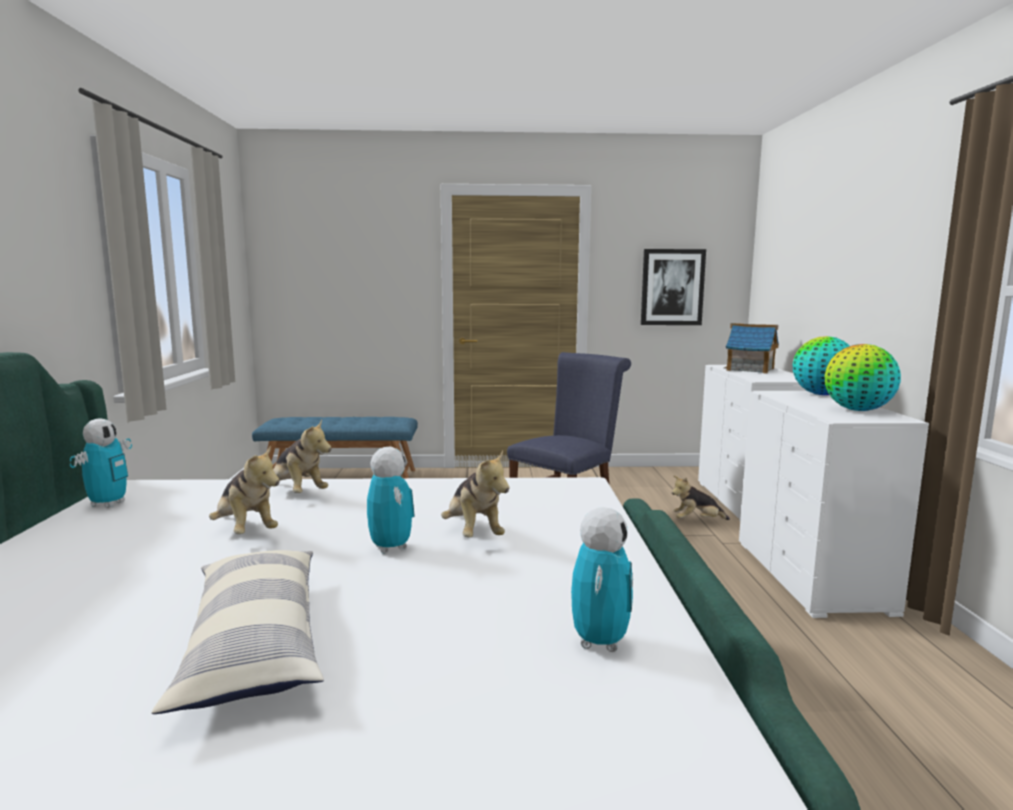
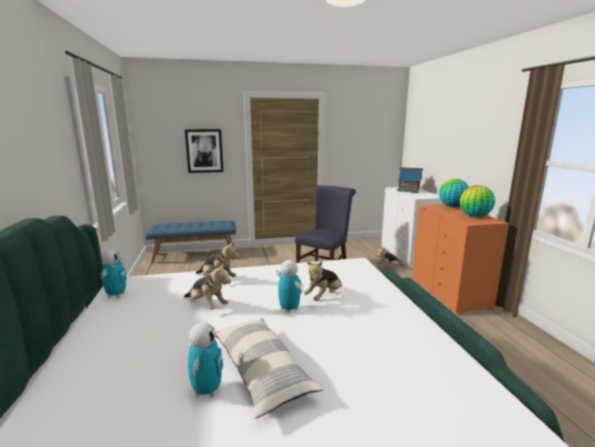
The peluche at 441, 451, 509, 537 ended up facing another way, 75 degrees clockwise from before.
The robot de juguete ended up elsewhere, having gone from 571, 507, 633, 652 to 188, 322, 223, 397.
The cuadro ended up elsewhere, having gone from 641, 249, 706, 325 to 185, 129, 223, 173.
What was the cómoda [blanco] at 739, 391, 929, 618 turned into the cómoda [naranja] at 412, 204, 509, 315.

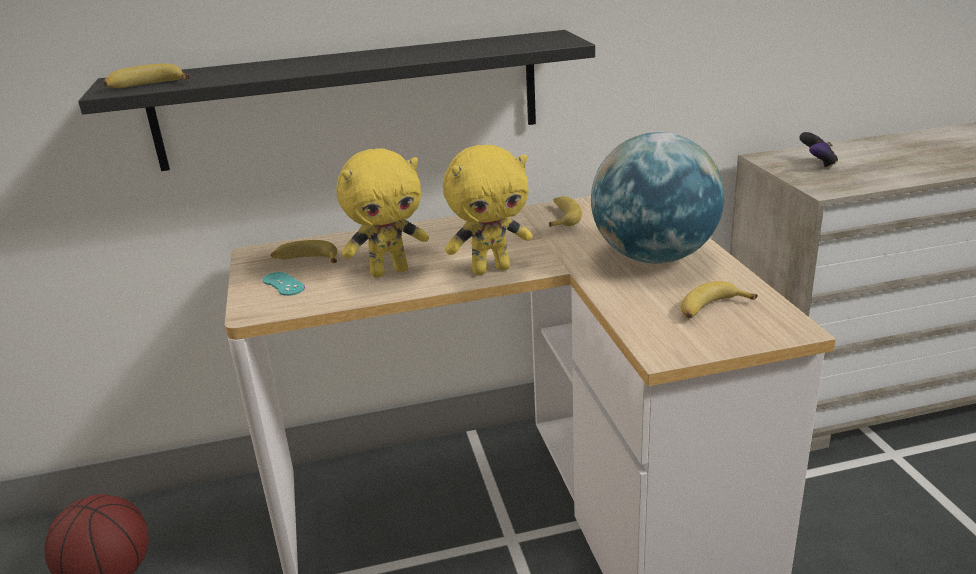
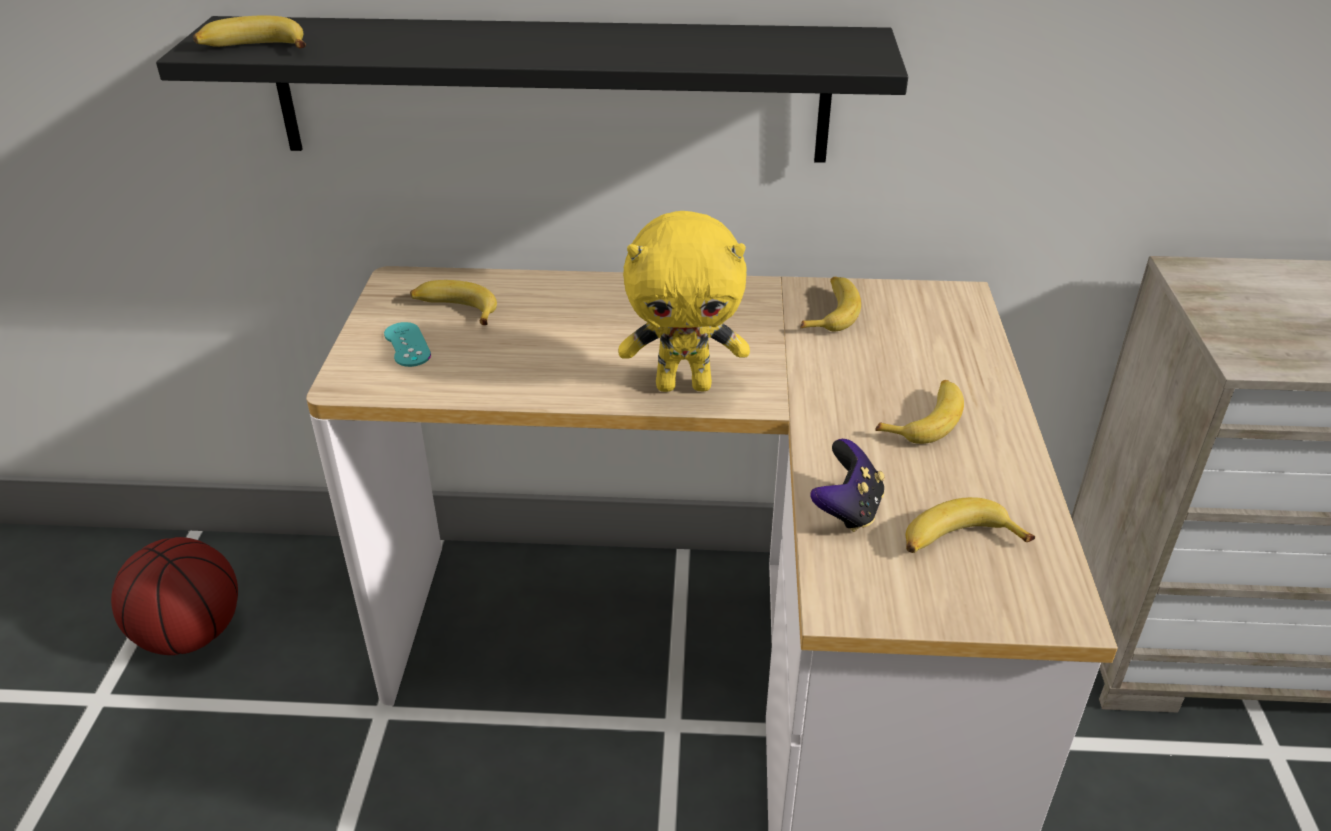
The second view lost the peluche [amarillo] at 336, 148, 429, 278.
Where the globo terráqueo stood at 591, 132, 724, 264, the plátano came to stand at 875, 380, 964, 444.
The mando de consola ended up elsewhere, having gone from 799, 132, 838, 169 to 810, 439, 885, 532.

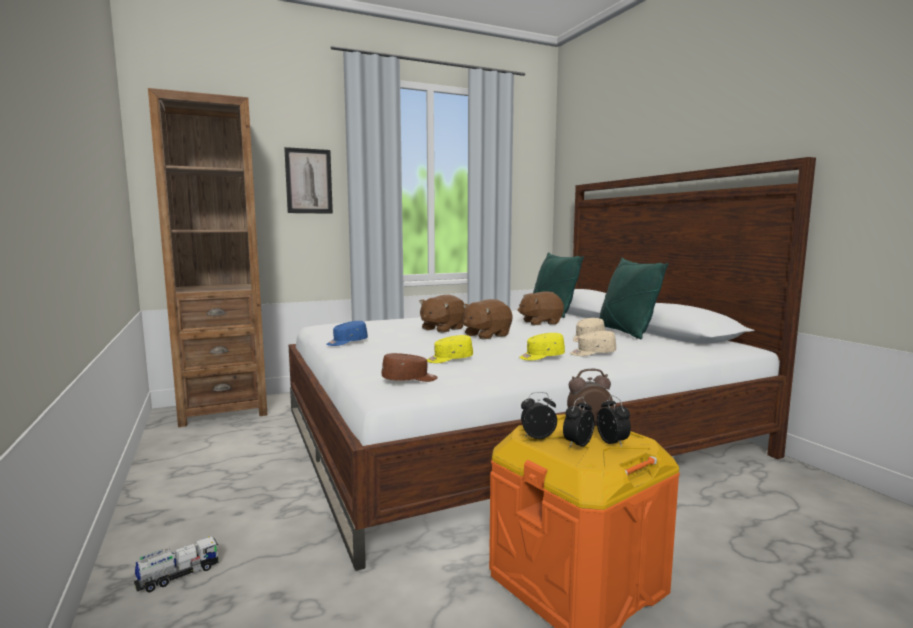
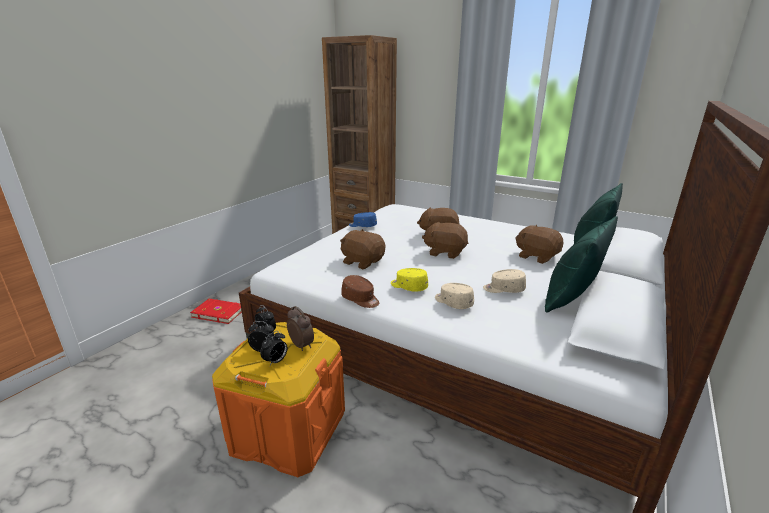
Where the camión de juguete stood at 134, 536, 218, 593, the libro [rojo] came to stand at 190, 299, 242, 324.
The second view lost the cuadro at 284, 147, 333, 214.
The gorra [marrón] ended up elsewhere, having gone from 381, 353, 437, 382 to 341, 275, 379, 308.
Where the gorra [amarillo] stood at 427, 335, 473, 363, the peluche [marrón] came to stand at 340, 229, 385, 269.

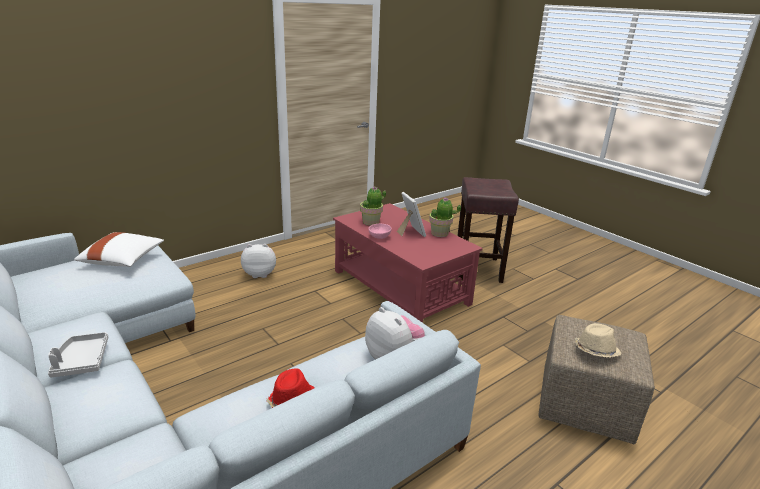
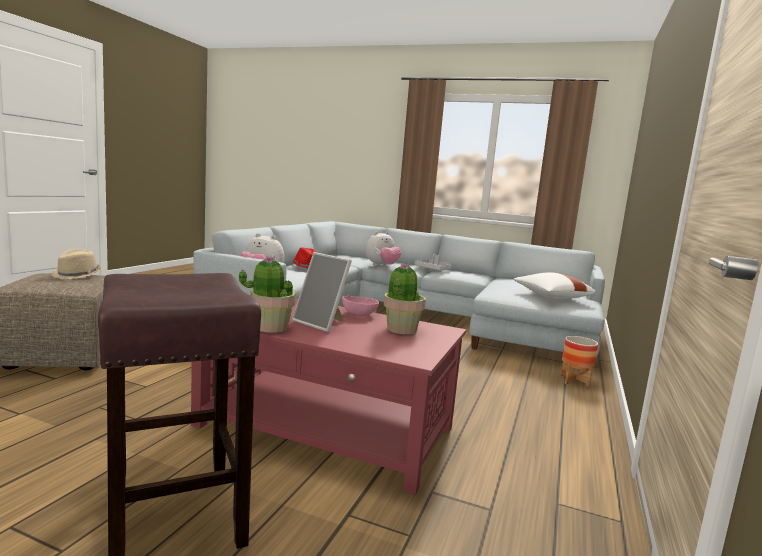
The peluche ended up elsewhere, having gone from 241, 244, 276, 278 to 366, 232, 401, 266.
The second view gained the maceta at 561, 336, 598, 387.

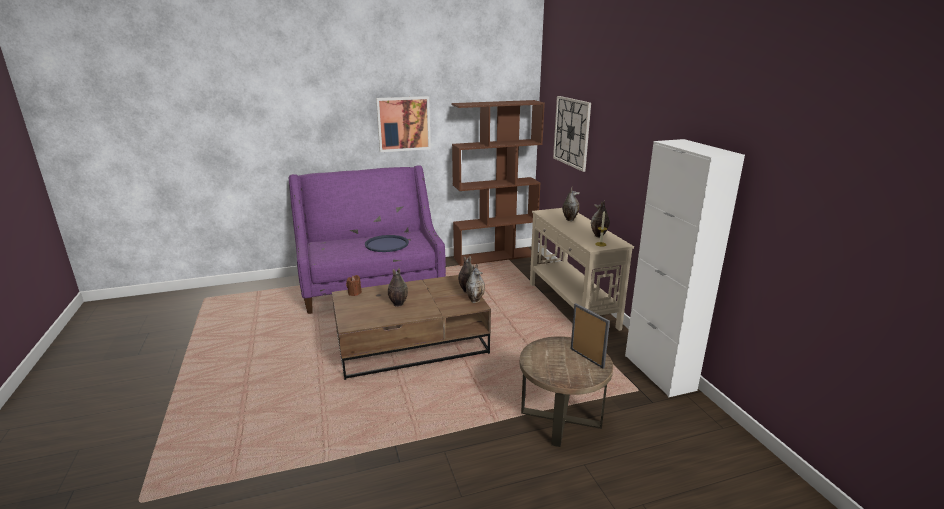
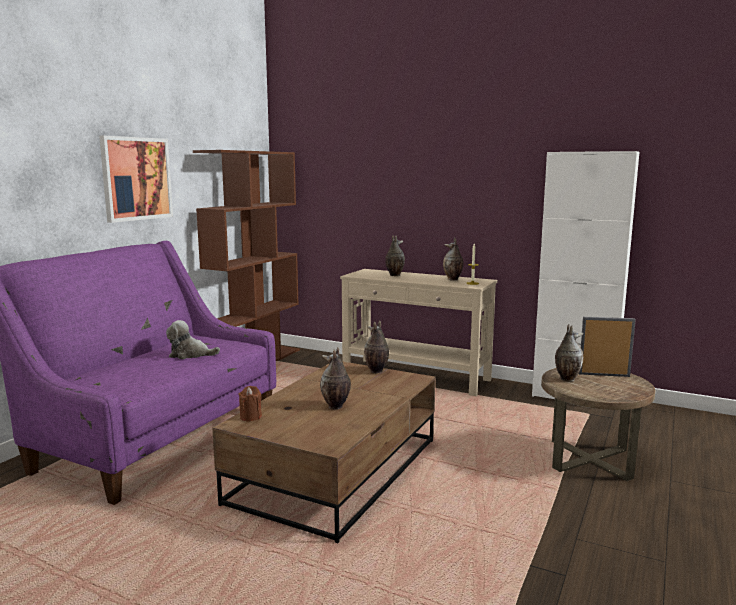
Where the bandeja [azul] stood at 365, 235, 409, 252, the peluche came to stand at 166, 320, 220, 359.
The florero ended up elsewhere, having gone from 466, 264, 485, 303 to 555, 324, 584, 382.
The second view lost the reloj de pared at 553, 96, 591, 172.

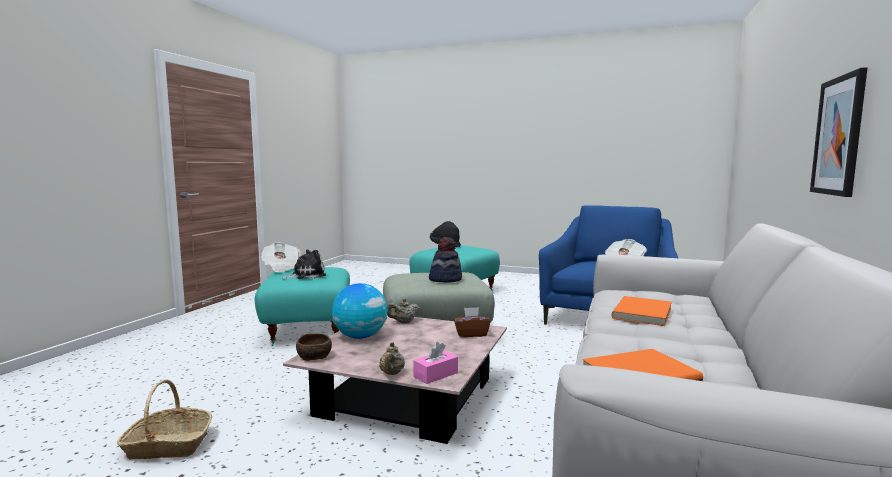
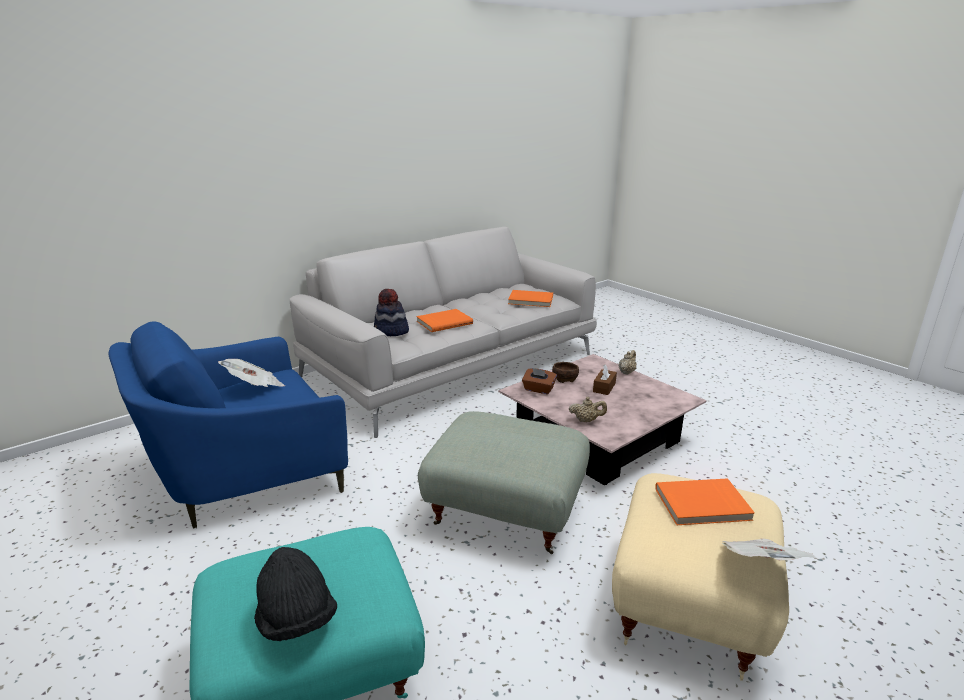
The second view lost the cesta at 117, 379, 212, 459.
What was the puf [turquesa] at 255, 267, 350, 346 turned into the puf [beis] at 612, 473, 789, 681.
Where the peluche stood at 281, 249, 326, 279, the libro [naranja] came to stand at 655, 478, 755, 525.
The cuenco [marrón] ended up elsewhere, having gone from 296, 333, 332, 361 to 552, 362, 579, 383.
The second view lost the globo terráqueo at 332, 283, 387, 339.
The second view lost the caja de pañuelos [rosa] at 413, 342, 458, 384.
The sombrero ended up elsewhere, having gone from 429, 237, 462, 283 to 374, 289, 409, 336.
The second view lost the cuadro at 810, 67, 867, 197.
The second view gained the caja de pañuelos [marrón] at 593, 364, 617, 395.

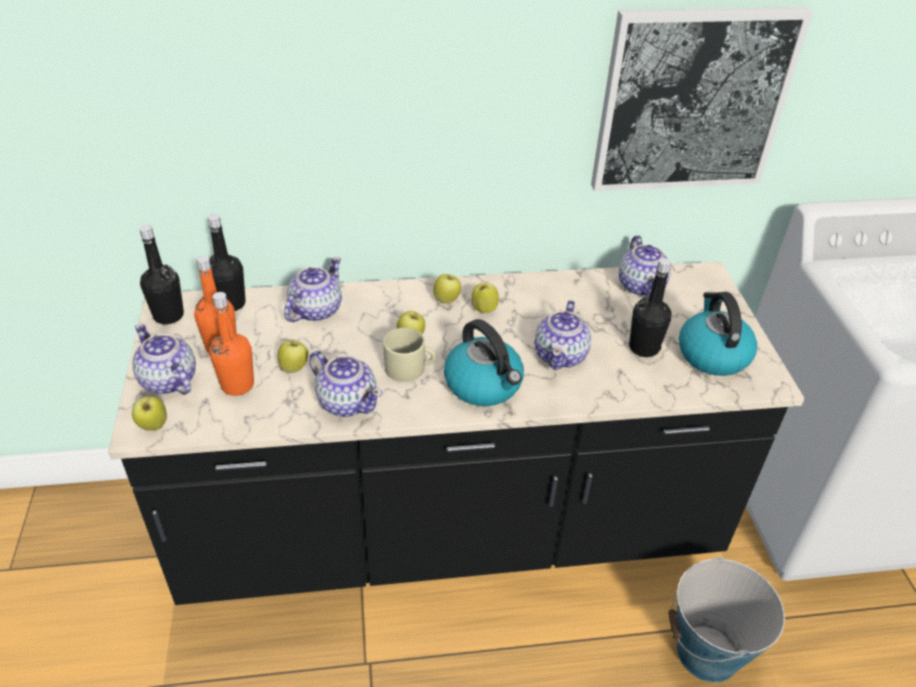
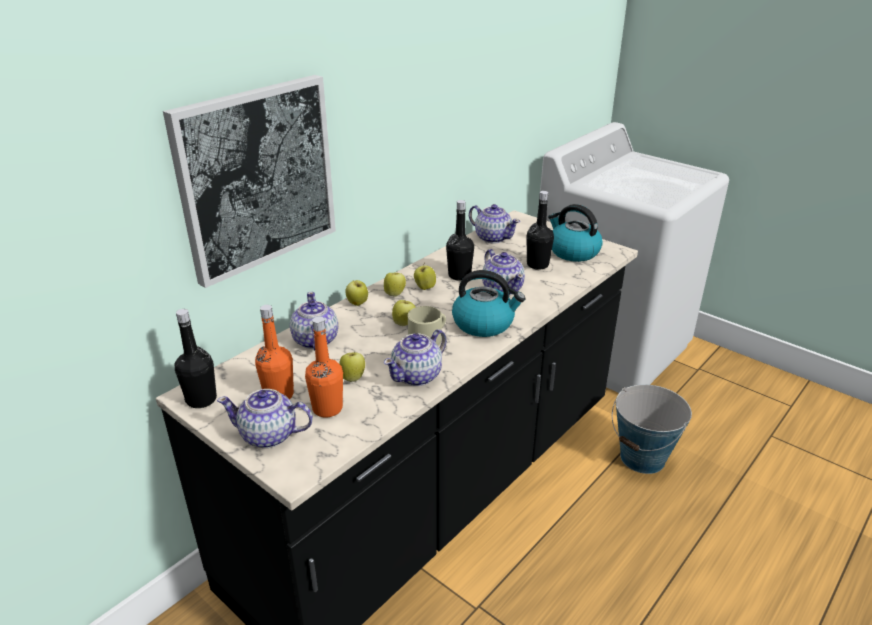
The manzana ended up elsewhere, having gone from 132, 396, 167, 431 to 345, 280, 368, 306.
The botella [negro] ended up elsewhere, having gone from 208, 214, 246, 311 to 446, 200, 474, 281.
The tetera at 309, 351, 382, 417 ended up facing another way, 135 degrees clockwise from before.
The cuadro ended up elsewhere, having gone from 591, 7, 813, 191 to 163, 75, 336, 288.

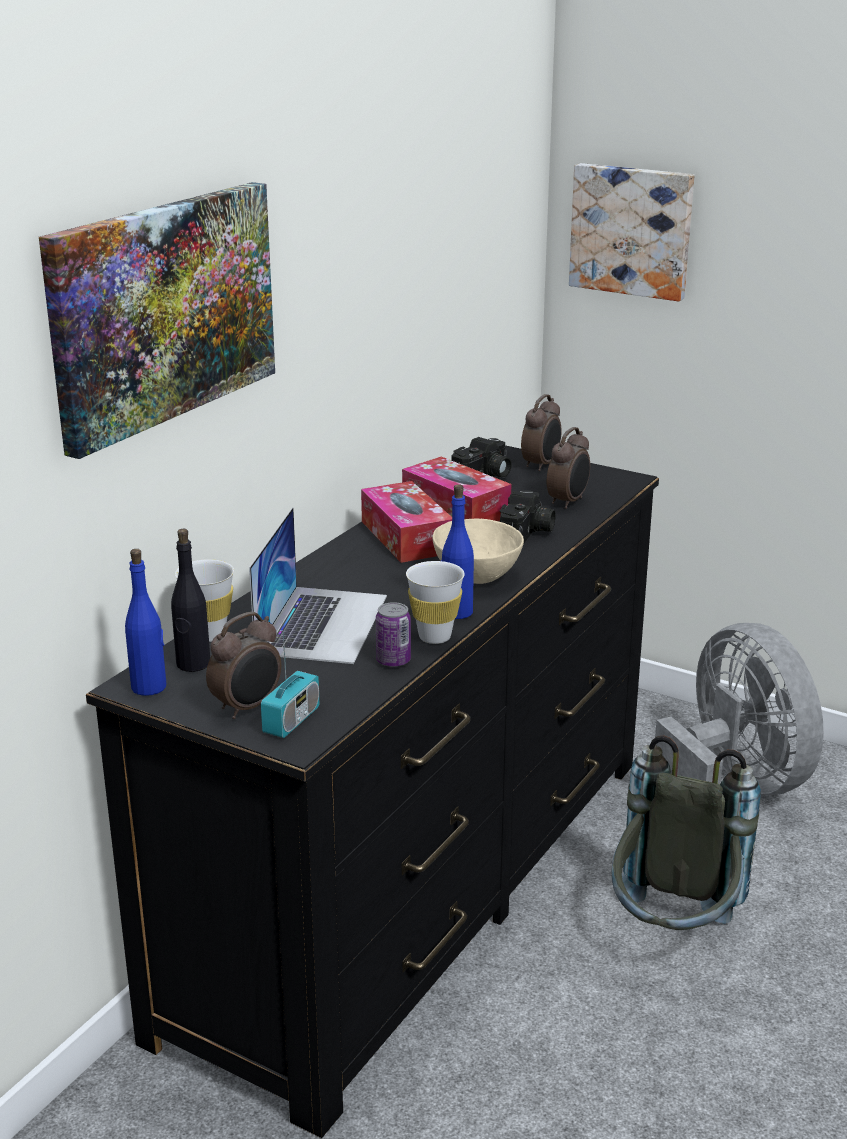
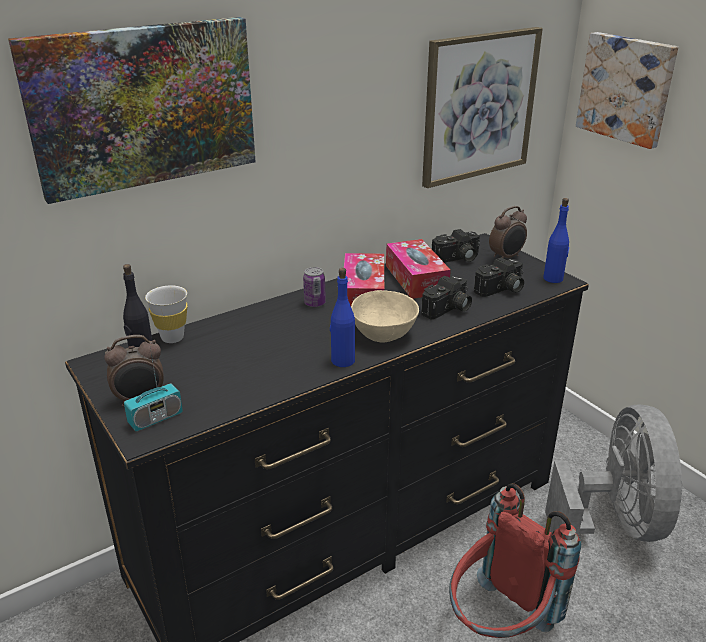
The botella [azul] ended up elsewhere, having gone from 125, 549, 166, 696 to 543, 198, 569, 283.
The second view lost the portátil at 249, 507, 387, 664.
The lata ended up elsewhere, having gone from 376, 602, 411, 667 to 303, 267, 326, 307.
The second view lost the taza [blanco] at 406, 561, 465, 644.
Where the despertador stood at 547, 427, 590, 509, the cámara came to stand at 474, 257, 524, 297.
What was the mochila [gris] at 611, 736, 761, 930 turned into the mochila [rojo] at 449, 483, 581, 638.
The second view gained the cuadro at 422, 27, 543, 188.

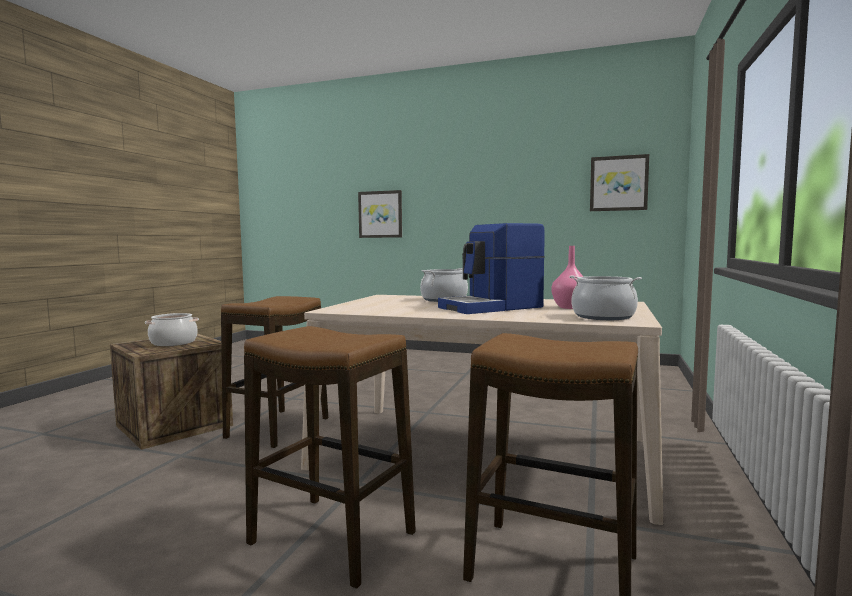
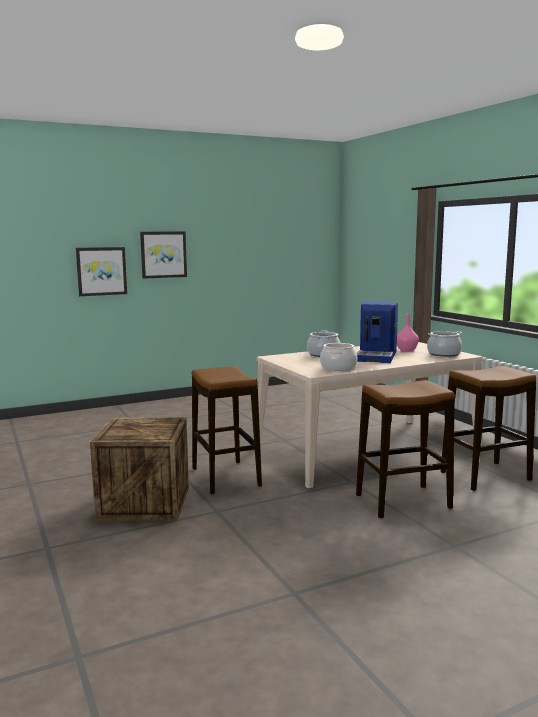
The olla ended up elsewhere, having gone from 145, 313, 199, 346 to 320, 343, 358, 371.
The cuadro ended up elsewhere, having gone from 590, 154, 649, 211 to 140, 231, 187, 279.

